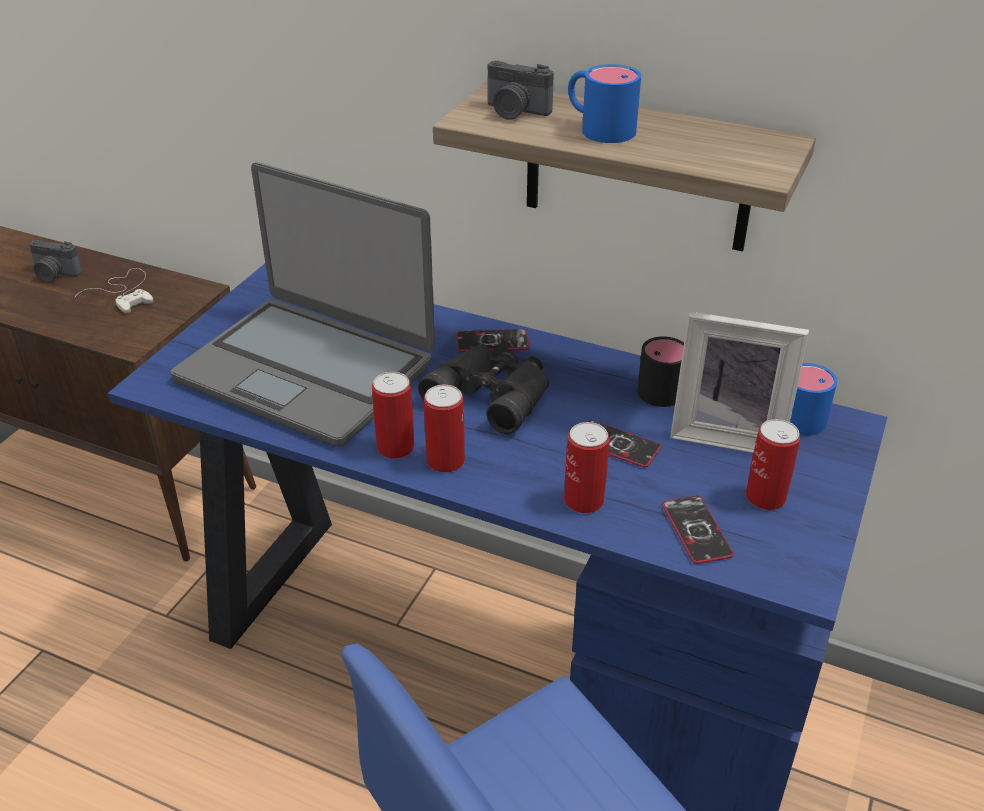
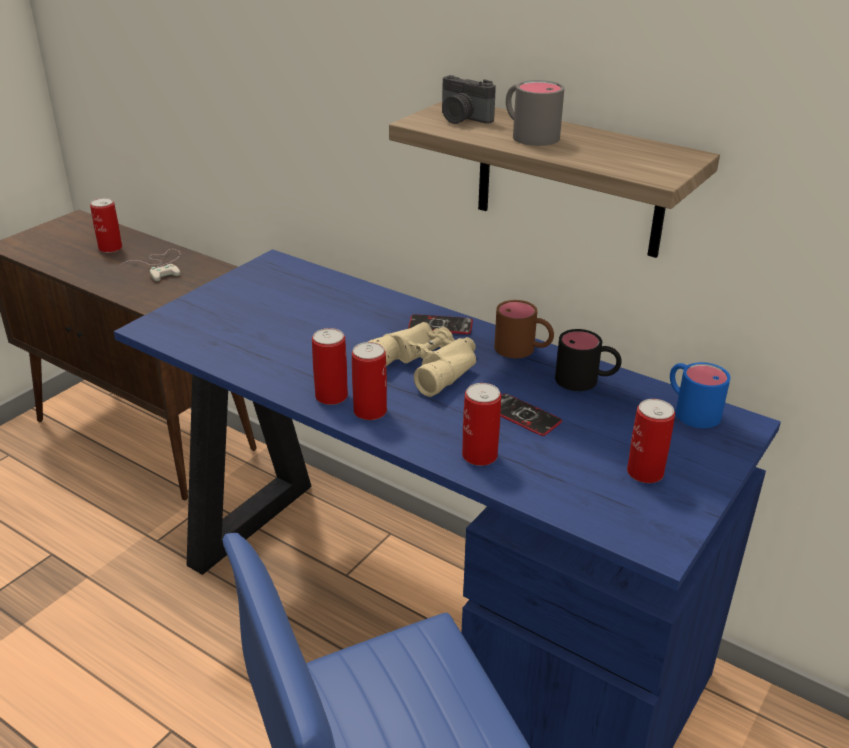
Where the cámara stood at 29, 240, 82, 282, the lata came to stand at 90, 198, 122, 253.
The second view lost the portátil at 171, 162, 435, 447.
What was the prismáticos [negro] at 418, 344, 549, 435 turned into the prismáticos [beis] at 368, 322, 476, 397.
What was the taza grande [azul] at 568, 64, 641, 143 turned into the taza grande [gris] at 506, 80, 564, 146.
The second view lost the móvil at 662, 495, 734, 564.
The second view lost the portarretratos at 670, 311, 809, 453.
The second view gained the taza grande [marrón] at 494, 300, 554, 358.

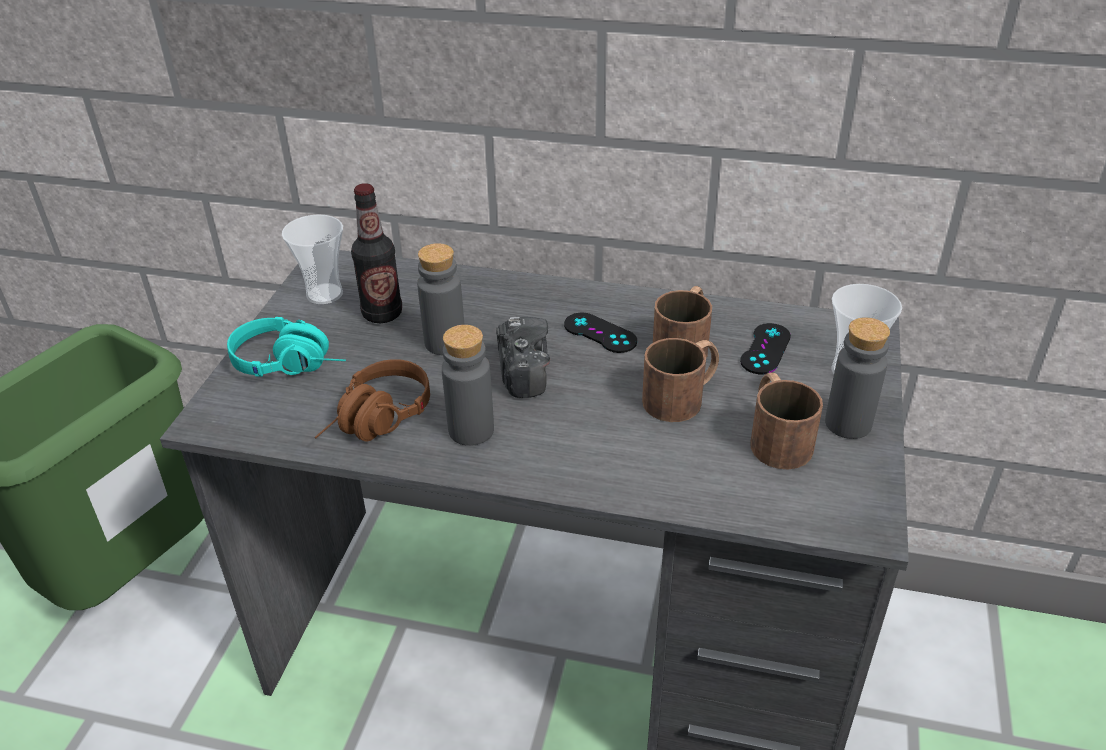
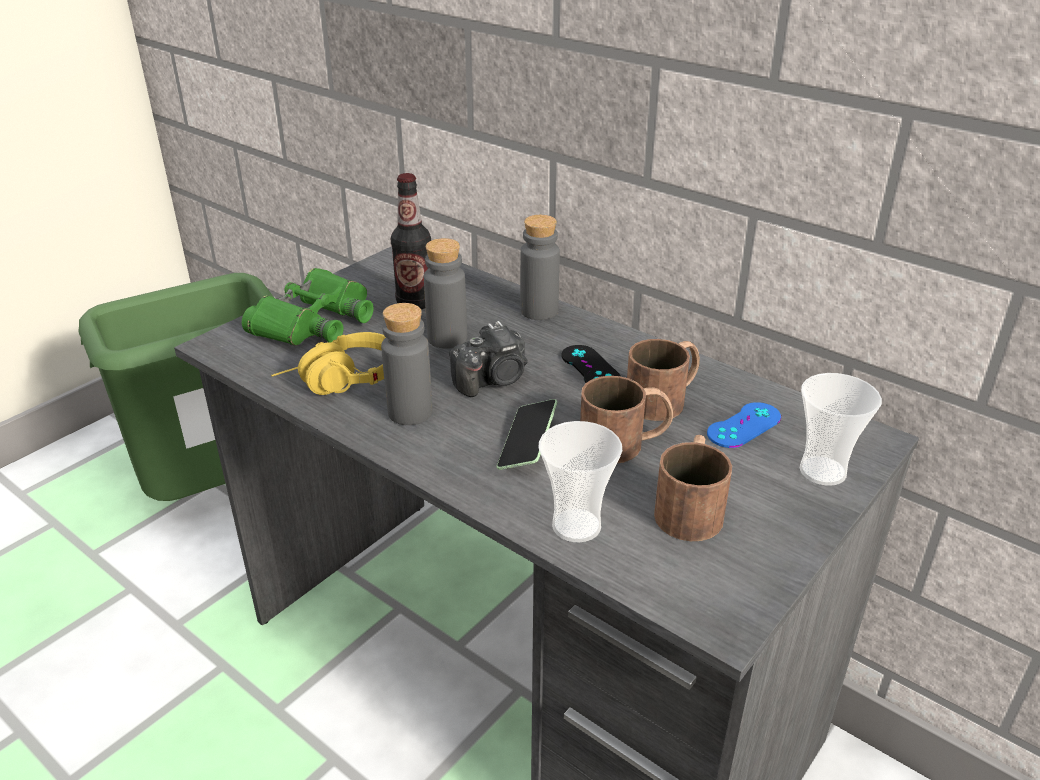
Where the auriculares [turquesa] stood at 227, 317, 346, 377, the prismáticos [verde] came to stand at 242, 268, 374, 346.
The taza ended up elsewhere, having gone from 282, 214, 343, 304 to 539, 421, 622, 542.
What was the auriculares [marrón] at 315, 359, 430, 442 turned into the auriculares [amarillo] at 271, 332, 386, 395.
The cámara at 496, 317, 550, 398 ended up facing another way, 45 degrees clockwise from before.
What was the mando de consola [negro] at 740, 323, 791, 374 turned into the mando de consola [azul] at 707, 402, 781, 448.
The botella [gris] ended up elsewhere, having gone from 825, 317, 890, 439 to 520, 215, 560, 320.
The second view gained the móvil at 496, 399, 557, 470.

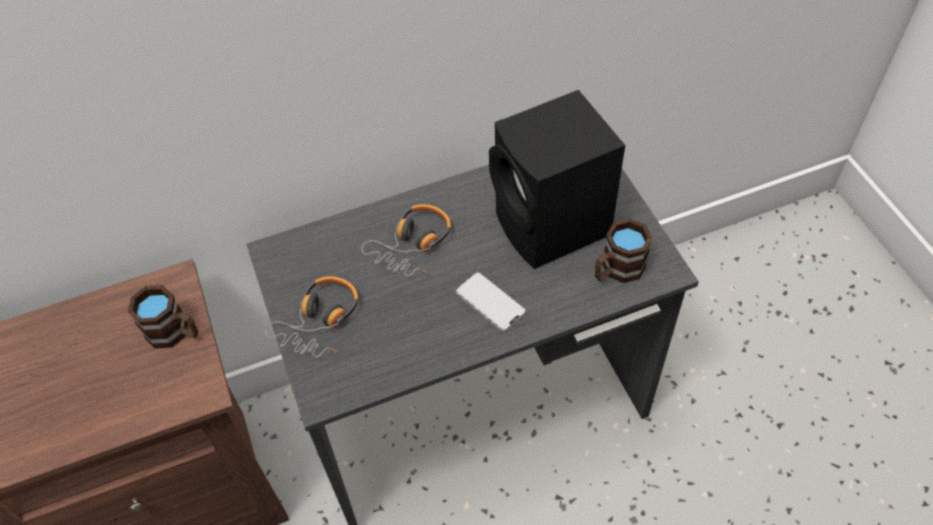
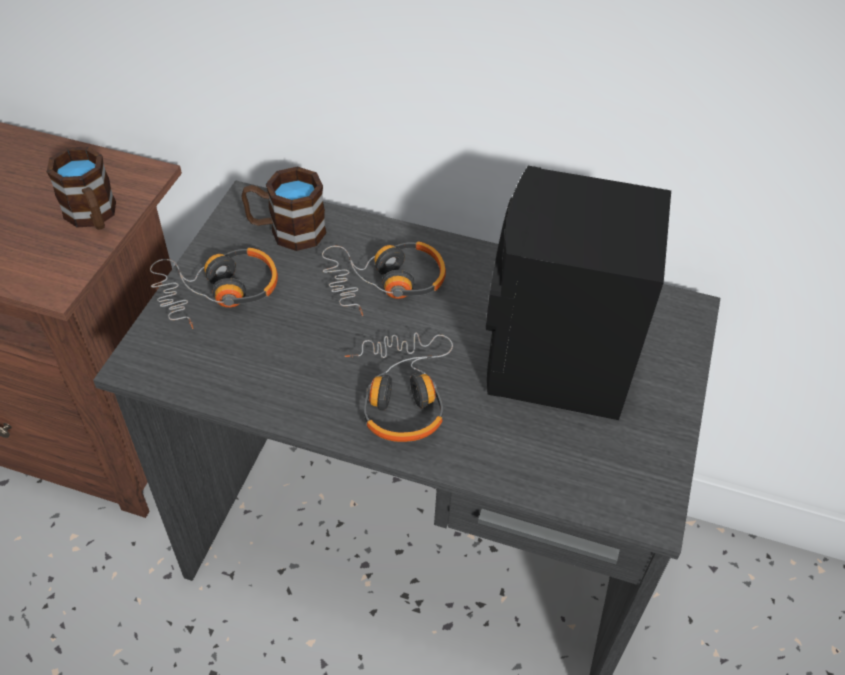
Where the móvil stood at 455, 272, 526, 332, the auriculares came to stand at 345, 332, 453, 442.
The taza grande [marrón] ended up elsewhere, having gone from 595, 218, 652, 283 to 241, 167, 326, 251.

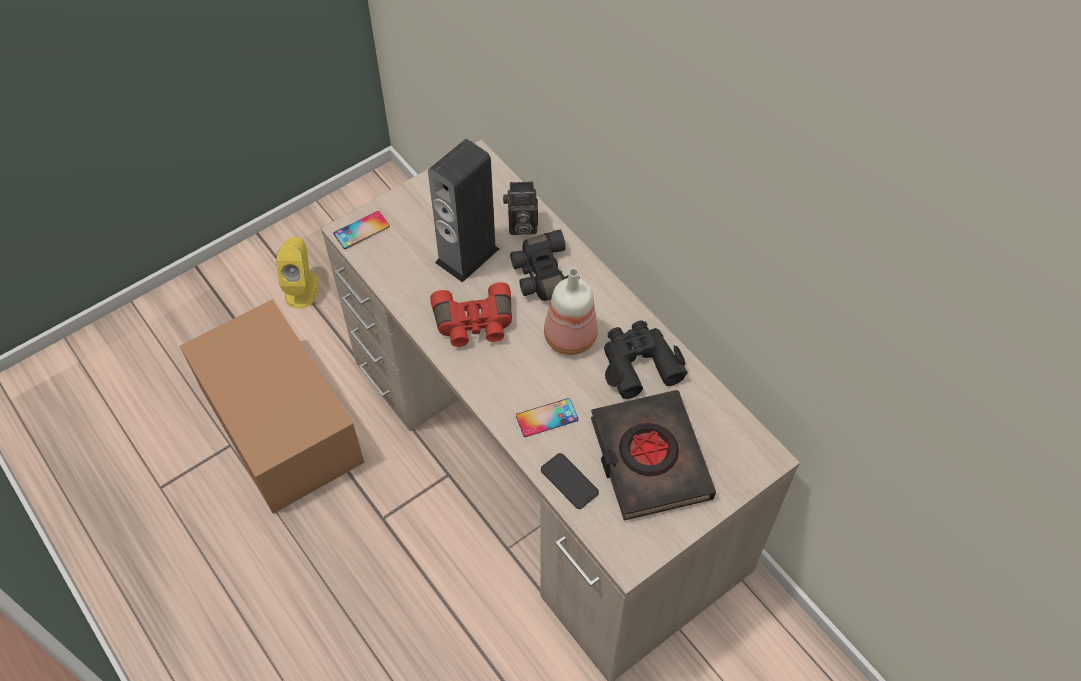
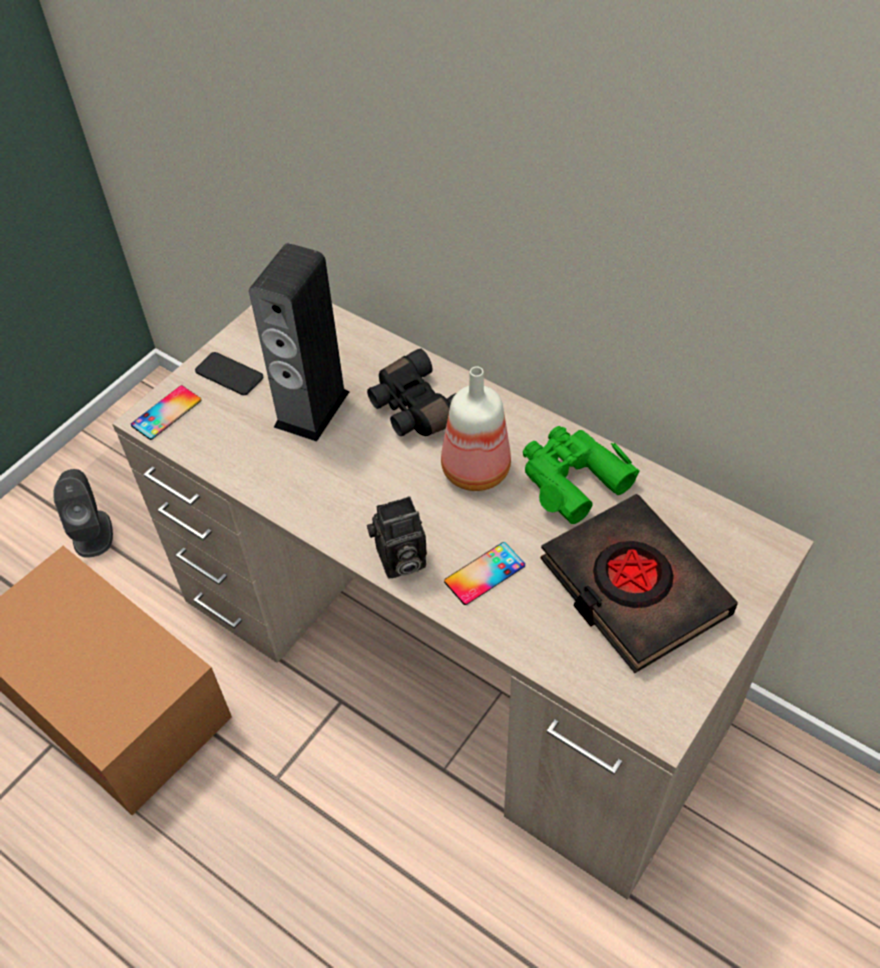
What was the altavoz [amarillo] at 276, 237, 318, 309 turned into the altavoz [gris] at 53, 469, 113, 558.
The second view lost the prismáticos [rojo] at 430, 282, 512, 347.
The cámara ended up elsewhere, having gone from 503, 181, 538, 235 to 367, 496, 427, 578.
The móvil ended up elsewhere, having gone from 541, 453, 599, 509 to 195, 352, 263, 395.
What was the prismáticos [negro] at 604, 320, 688, 399 turned into the prismáticos [verde] at 523, 426, 639, 524.

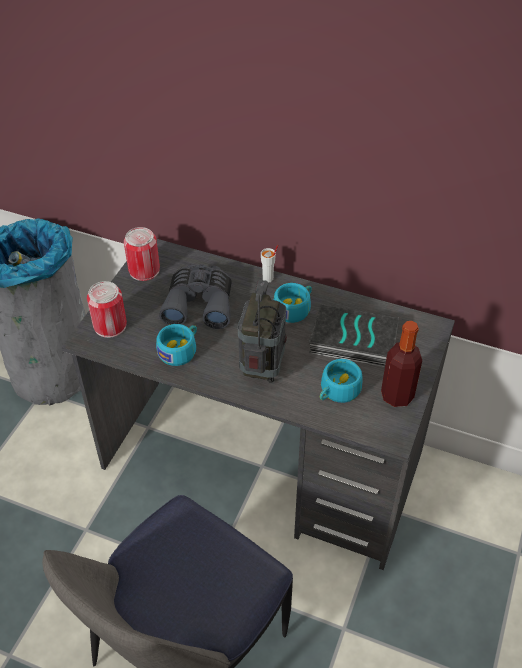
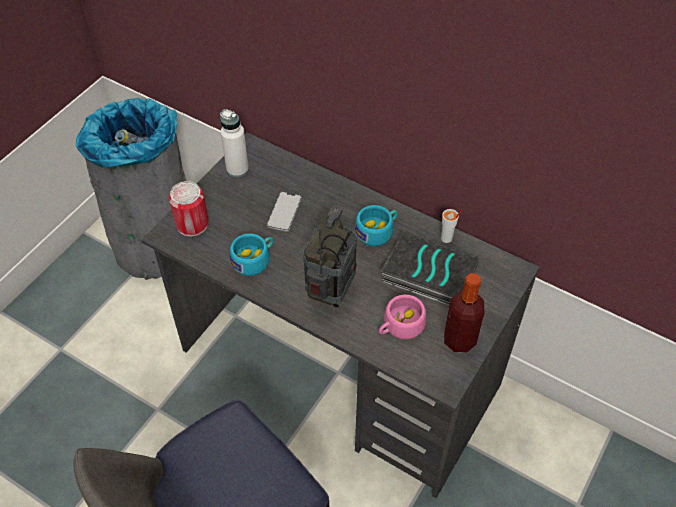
Where the lata stood at 124, 227, 160, 281, the botella [blanco] came to stand at 220, 109, 249, 178.
Where the prismáticos [gris] stood at 159, 264, 232, 329, the móvil came to stand at 267, 192, 302, 232.
The taza [blanco] ended up elsewhere, having gone from 261, 245, 278, 283 to 441, 209, 463, 243.
What was the taza [turquesa] at 320, 359, 362, 403 turned into the taza [rosa] at 379, 295, 426, 340.

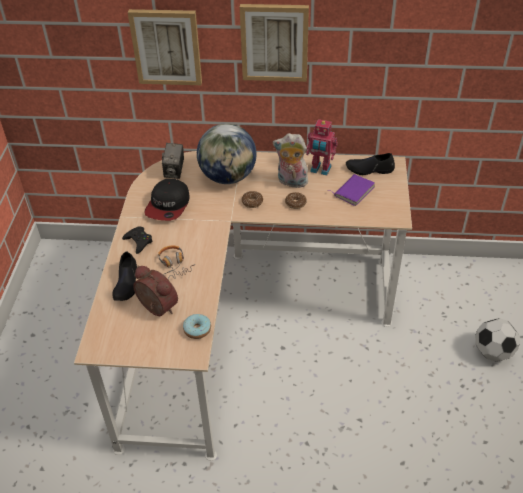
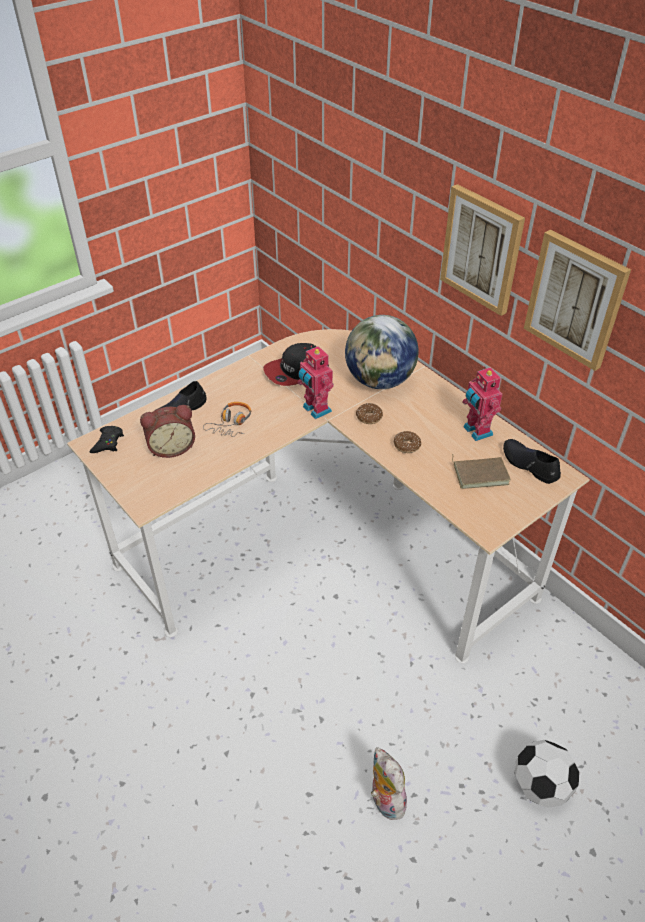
The mando de consola [negro] ended up elsewhere, having gone from 122, 226, 153, 254 to 90, 426, 124, 453.
The cuadro ended up elsewhere, having gone from 128, 9, 202, 85 to 524, 230, 631, 371.
The despertador at 133, 266, 178, 316 ended up facing another way, 75 degrees clockwise from before.
The second view lost the cámara at 162, 143, 184, 179.
The second view lost the rosquilla at 183, 314, 211, 339.
The peluche ended up elsewhere, having gone from 273, 133, 308, 188 to 371, 747, 409, 820.
What was the libro [morado] at 329, 174, 375, 206 turned into the libro [marrón] at 452, 454, 511, 489.
The second view gained the robot de juguete at 298, 345, 334, 419.

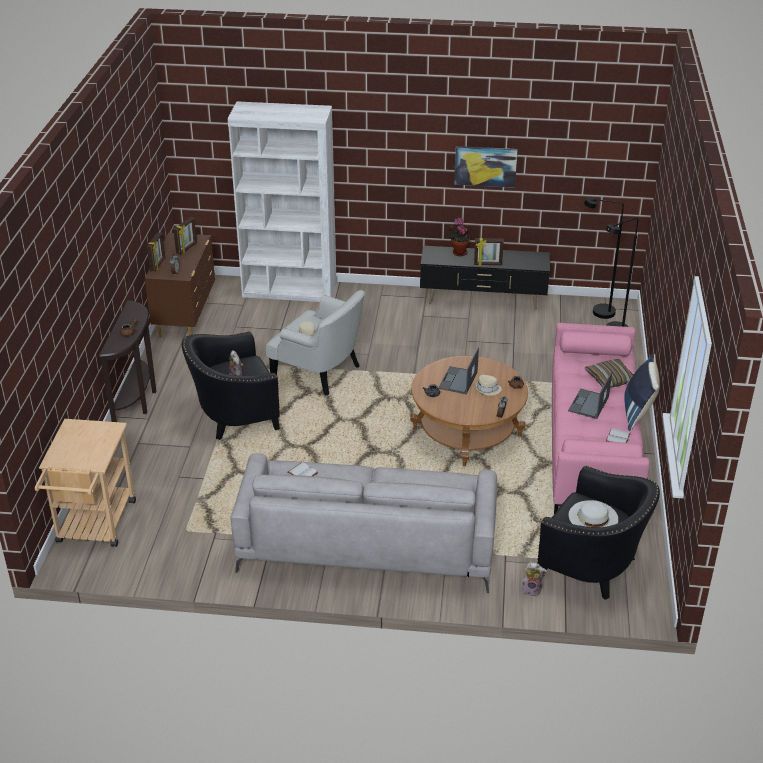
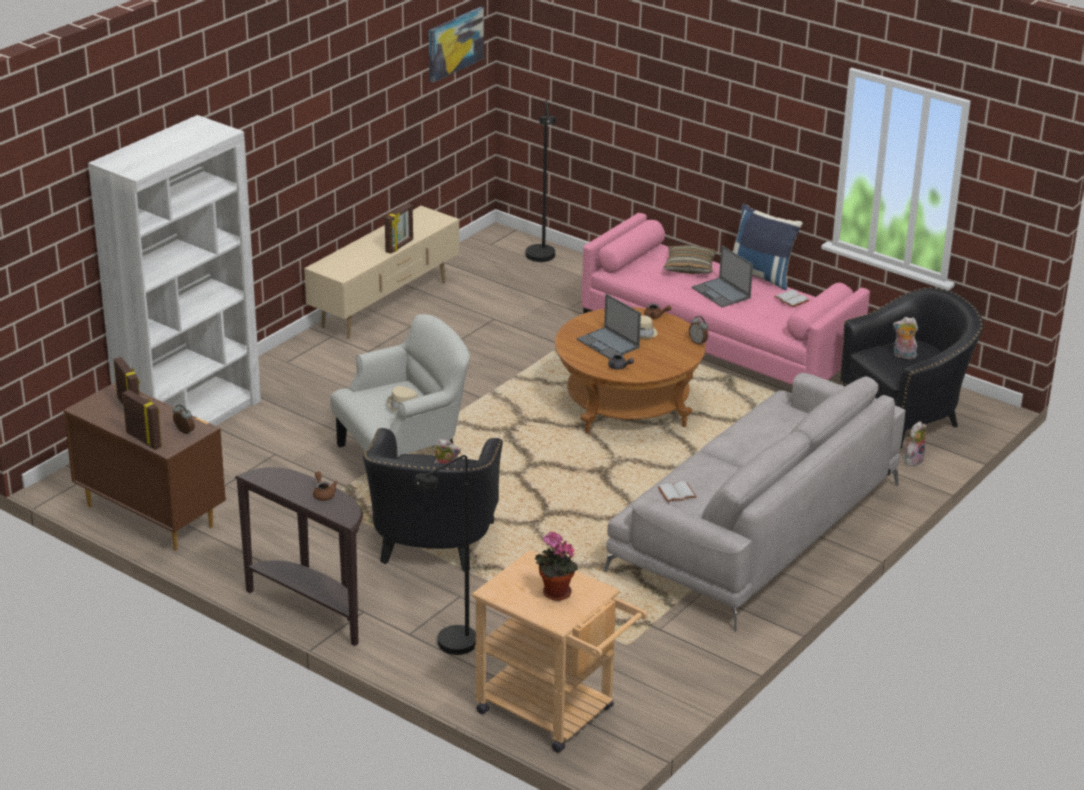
What was the mueble de televisión [negro] at 420, 246, 550, 310 turned into the mueble de televisión [beis] at 304, 206, 460, 339.
The planta en maceta ended up elsewhere, having gone from 449, 218, 470, 256 to 535, 532, 578, 601.
The cuadro ended up elsewhere, having gone from 454, 146, 518, 188 to 429, 7, 484, 83.
Where the sombrero [blanco] stood at 569, 500, 618, 527, the peluche came to stand at 893, 317, 918, 359.
The lámpara de pie [negro] ended up elsewhere, having gone from 584, 197, 624, 319 to 414, 455, 476, 655.

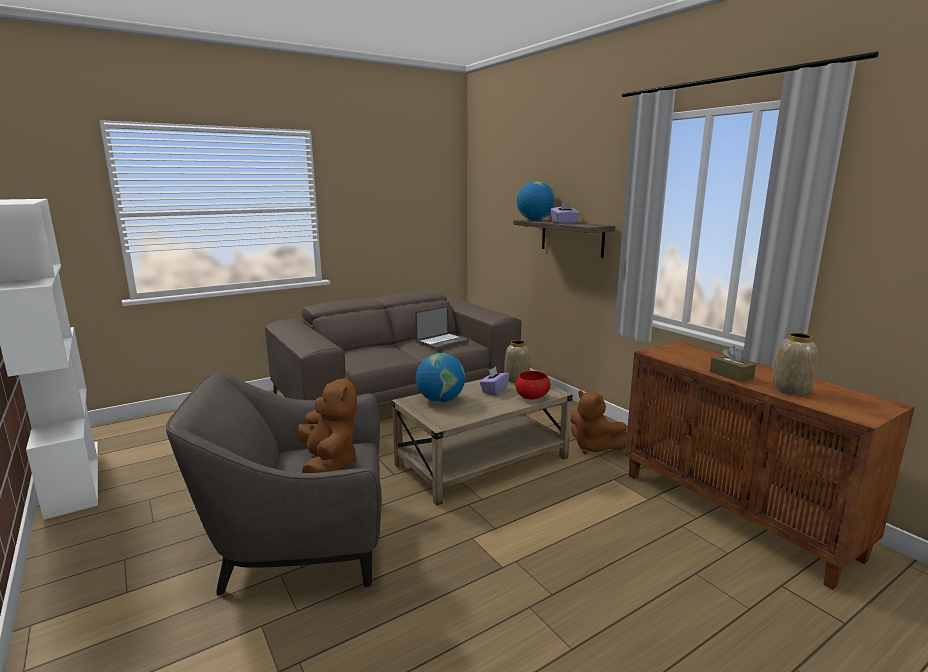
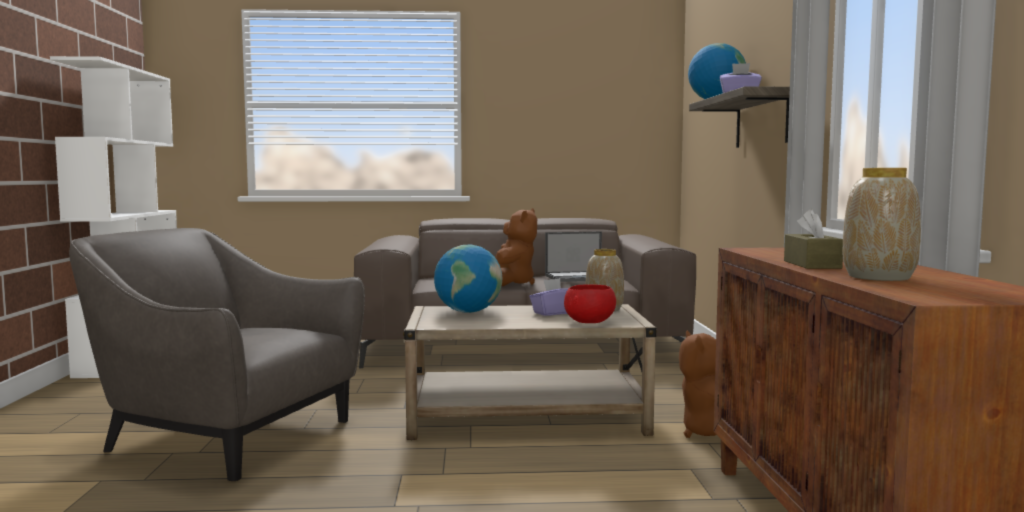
The peluche [marrón] ended up elsewhere, having gone from 298, 375, 357, 473 to 495, 208, 537, 286.

